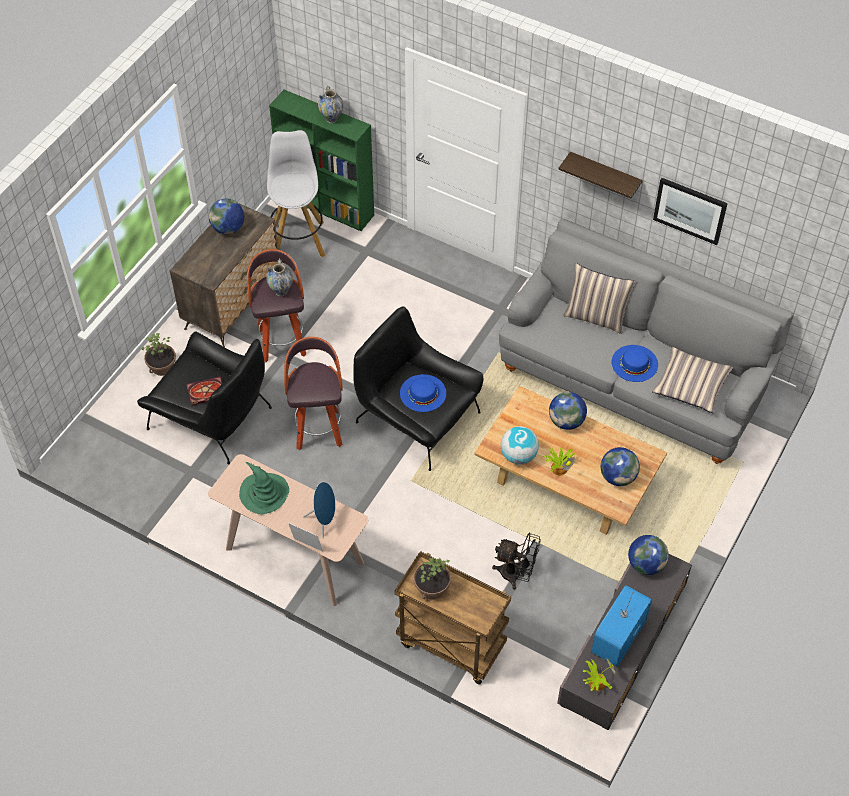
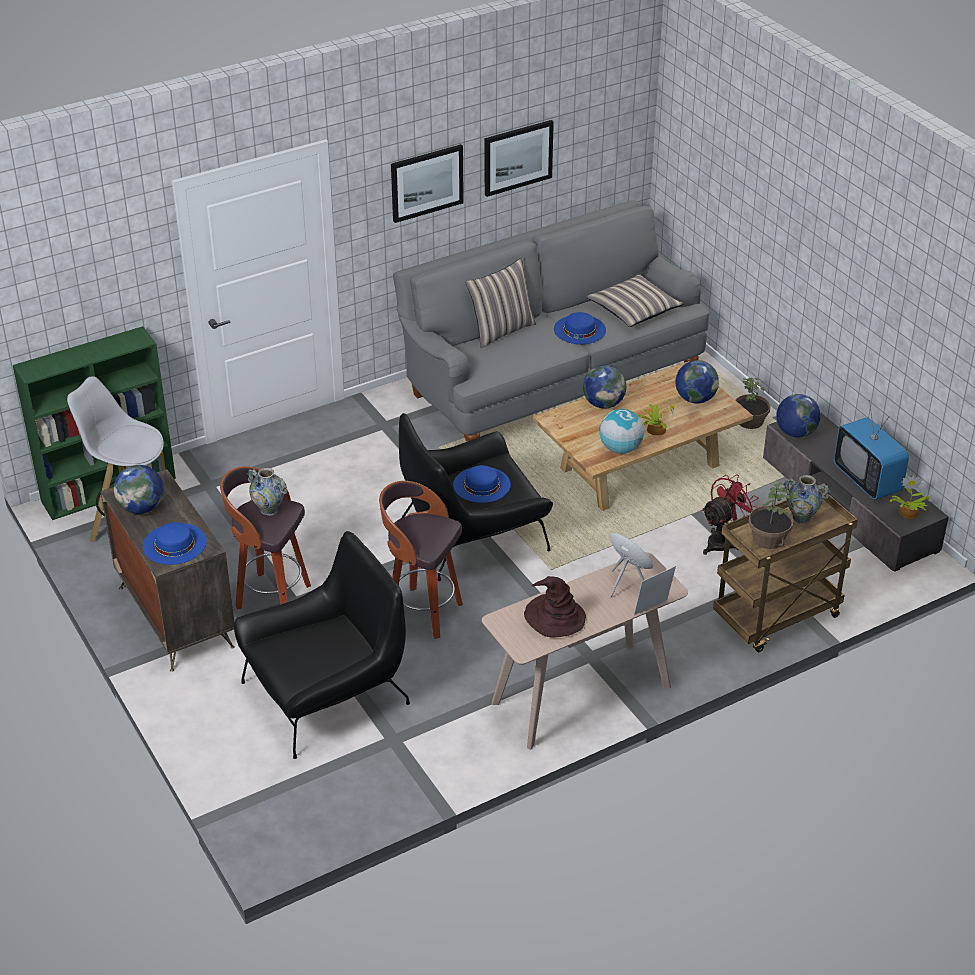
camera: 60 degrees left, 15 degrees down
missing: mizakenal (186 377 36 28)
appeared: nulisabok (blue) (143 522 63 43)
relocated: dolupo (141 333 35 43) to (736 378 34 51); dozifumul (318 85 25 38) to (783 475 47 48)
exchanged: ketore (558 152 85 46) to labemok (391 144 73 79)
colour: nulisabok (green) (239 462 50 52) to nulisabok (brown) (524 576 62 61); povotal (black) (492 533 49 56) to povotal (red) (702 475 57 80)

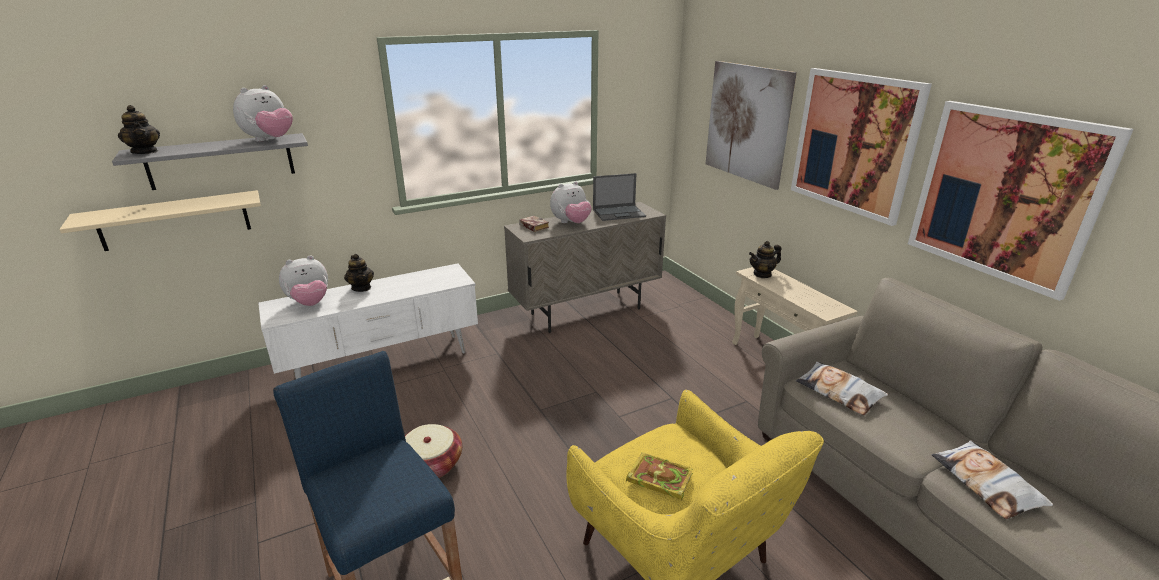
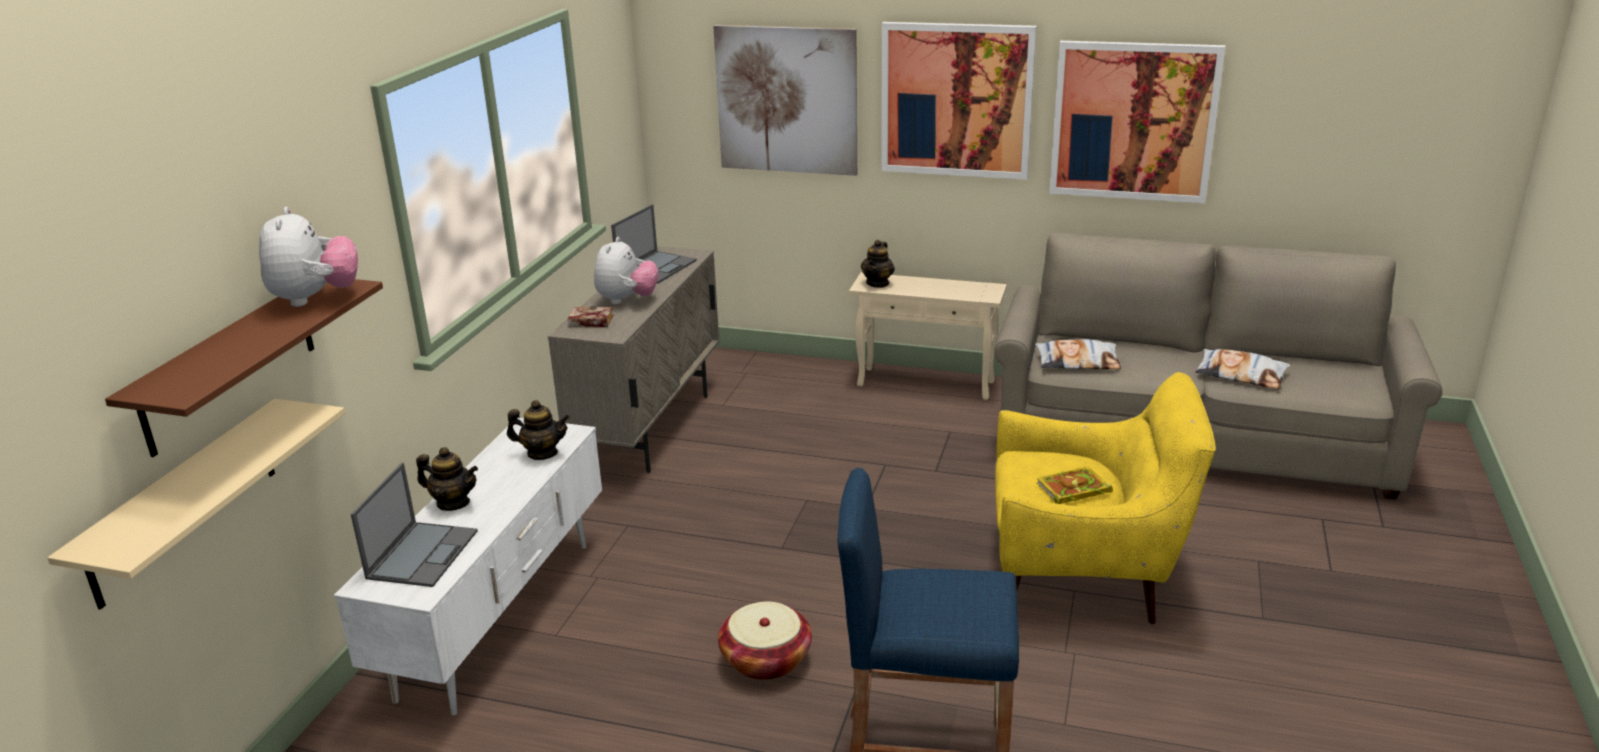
camera: 45 degrees left, 0 degrees up
relocated: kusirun (118 105 42 49) to (507 400 63 60)
exchanged: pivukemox (279 255 49 51) to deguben (351 463 127 124)
colour: ketore (grey) (112 133 196 57) to ketore (brown) (105 279 278 178)

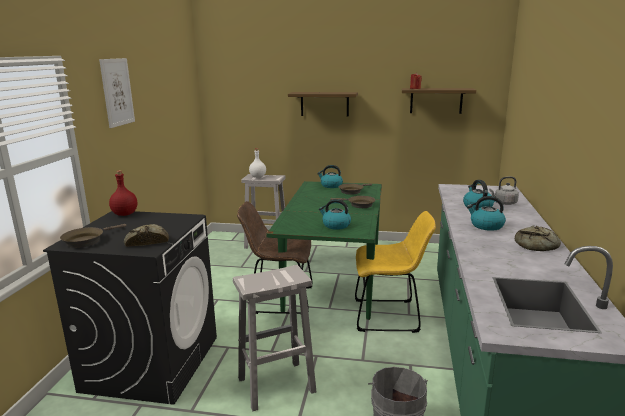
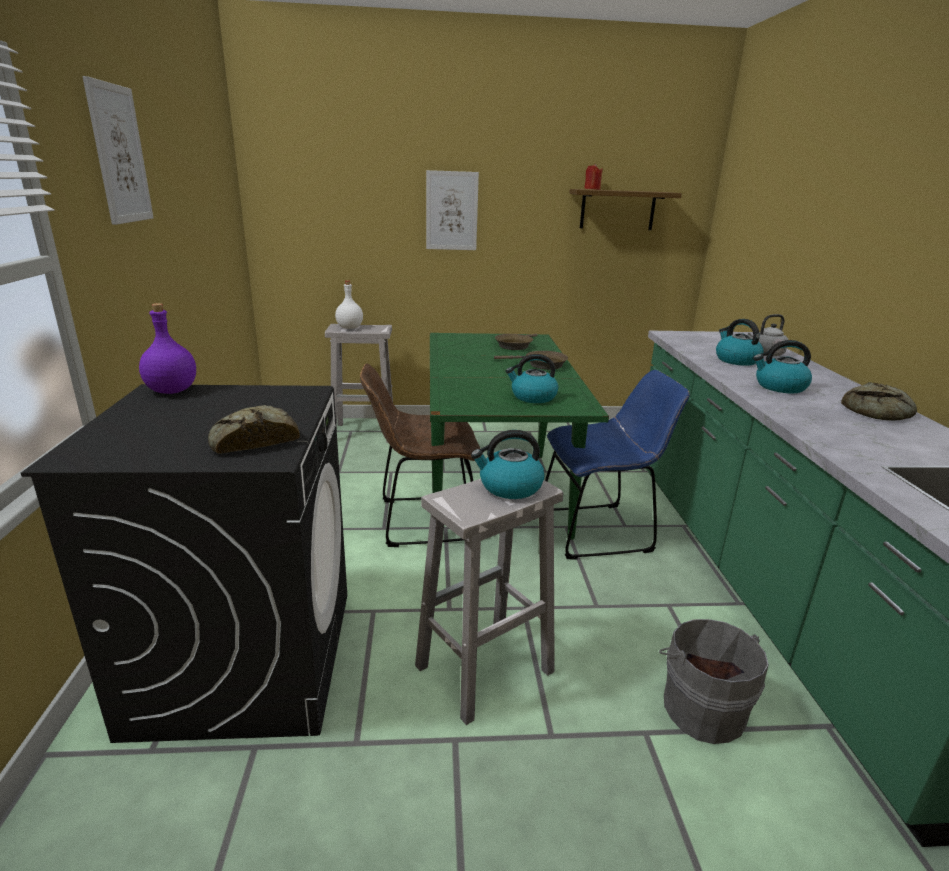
camera: 15 degrees left, 5 degrees up
missing: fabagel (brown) (60 224 66 24)
relocated: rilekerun (317 165 26 23) to (471 430 74 69)
exchanged: ketore (288 92 70 25) to labemok (426 170 53 80)
colour: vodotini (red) (109 170 28 46) to vodotini (purple) (139 303 57 91); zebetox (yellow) (355 211 81 122) to zebetox (blue) (545 370 145 189)

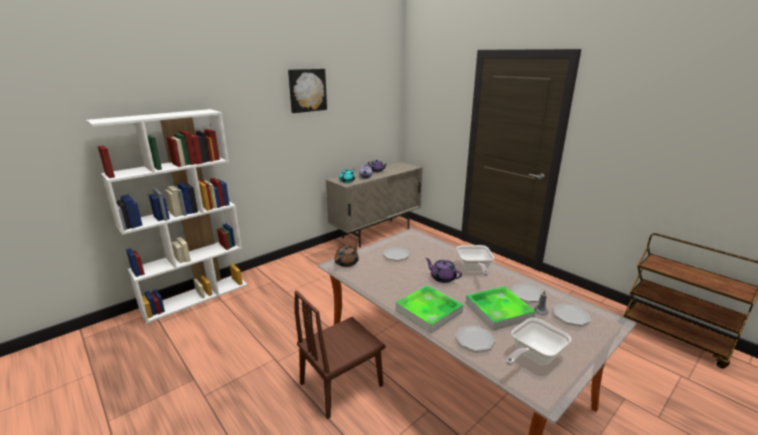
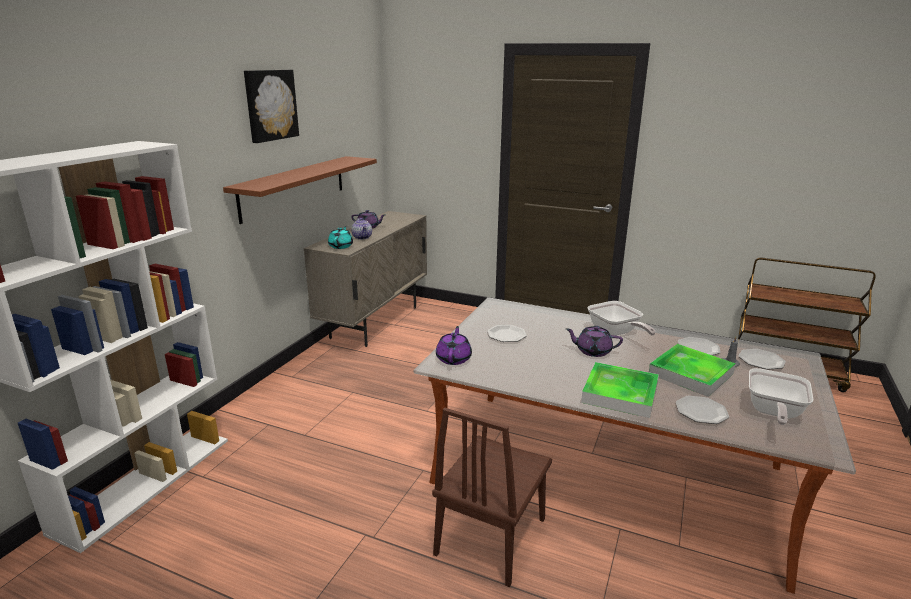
camera: 25 degrees left, 0 degrees up
appeared: ketore (brown) (223 156 154 68)
colour: kusirun (brown) (335 242 24 25) to kusirun (purple) (436 326 36 39)

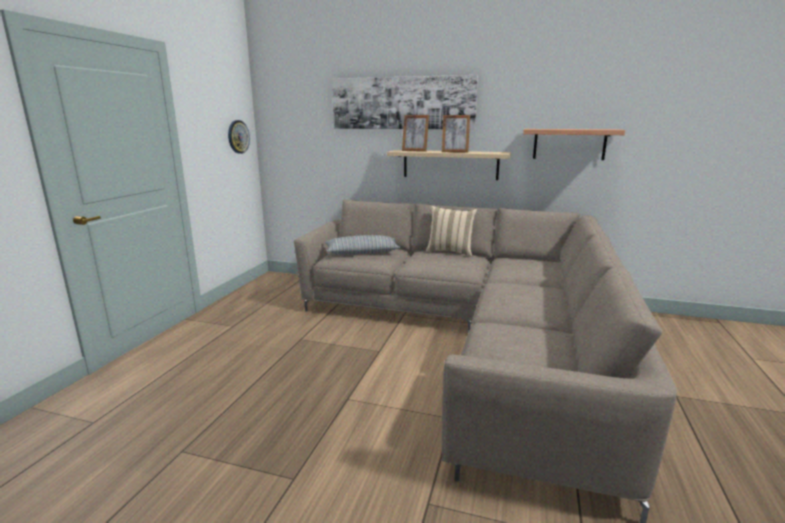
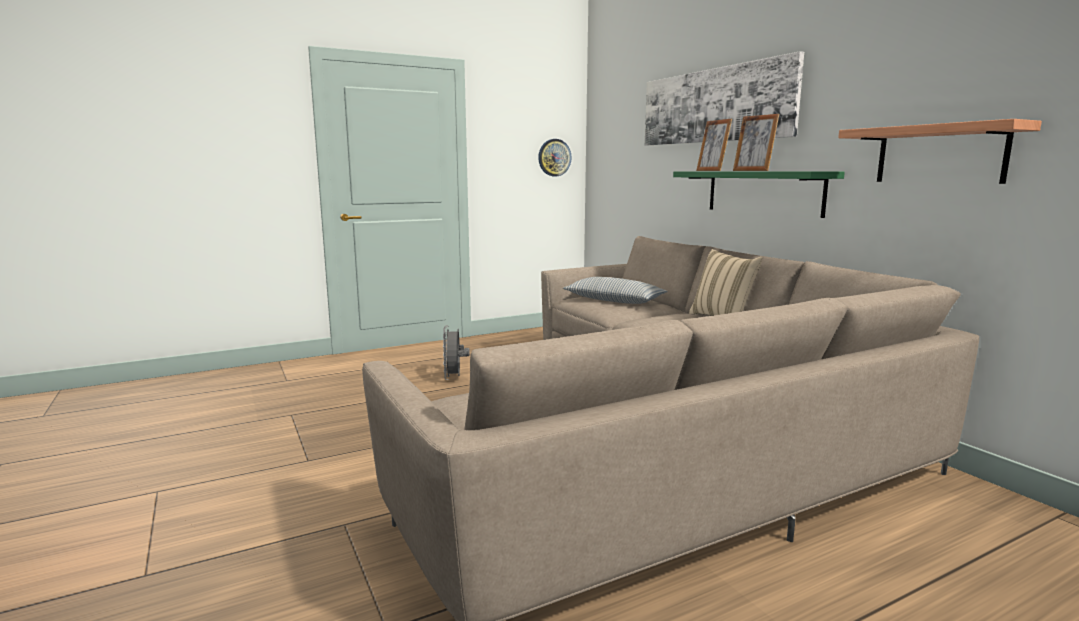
camera: 45 degrees right, 5 degrees down
appeared: povotal (grey) (443 325 27 55)
colour: ketore (beige) (387 150 124 30) to ketore (green) (673 171 172 47)

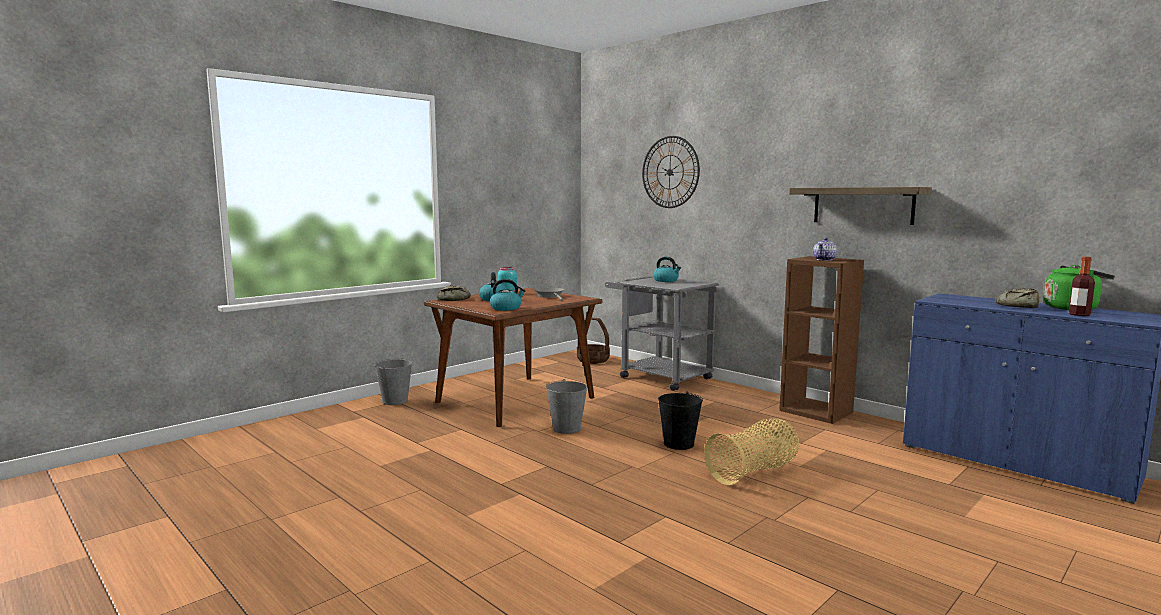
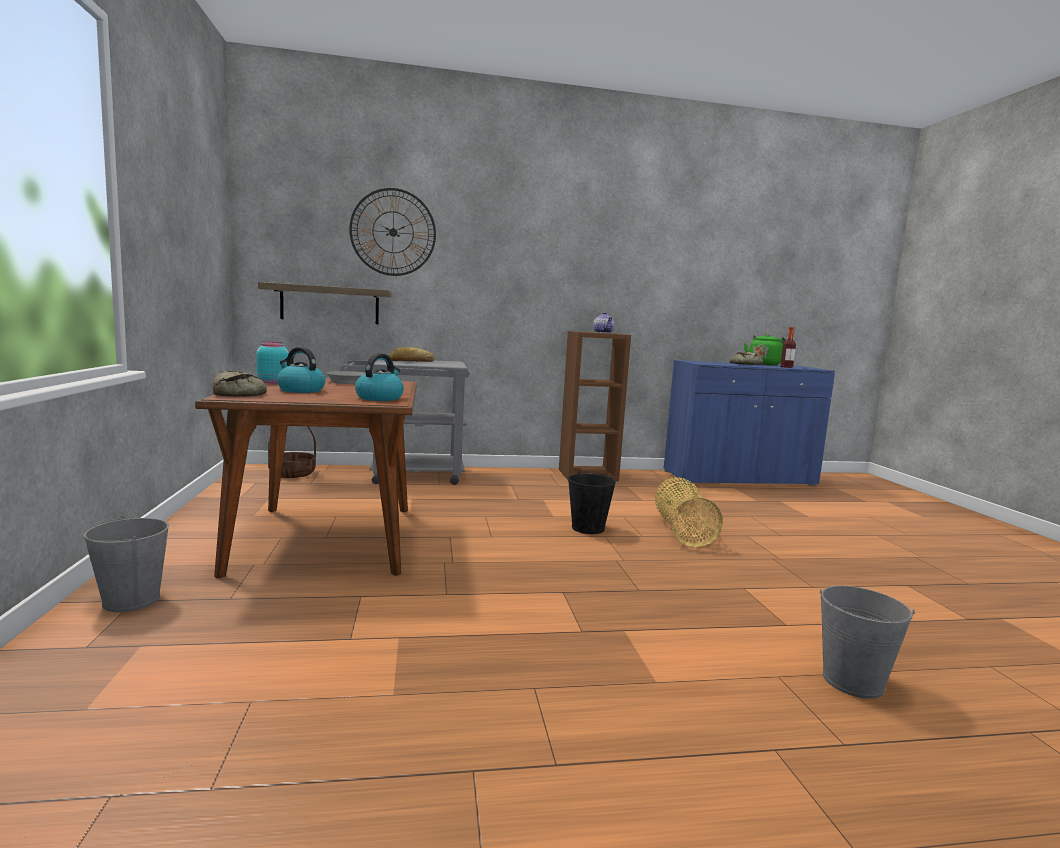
camera: 55 degrees left, 0 degrees up
relocated: ketore (789 187 143 38) to (258 282 134 42); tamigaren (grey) (546 379 41 55) to (820 586 95 113)
exchanged: rilekerun (653 257 28 25) to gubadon (389 347 45 15)

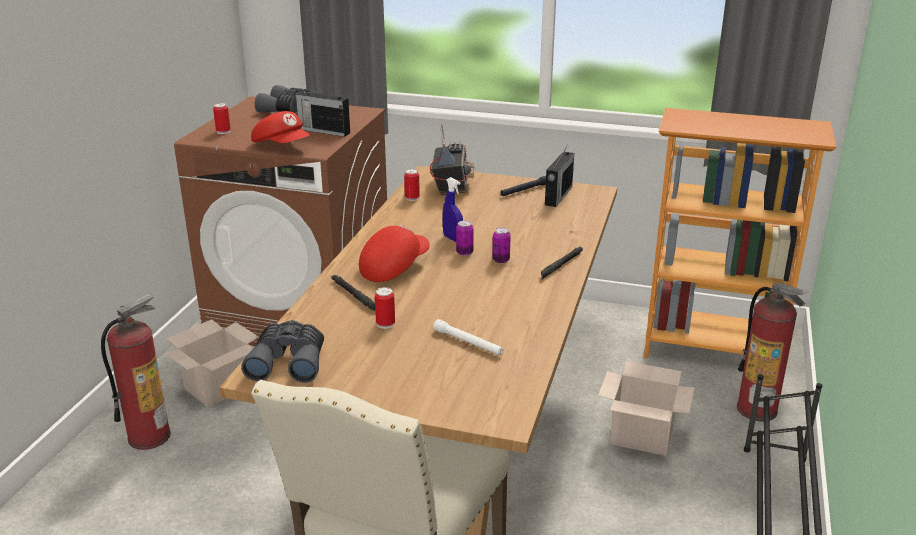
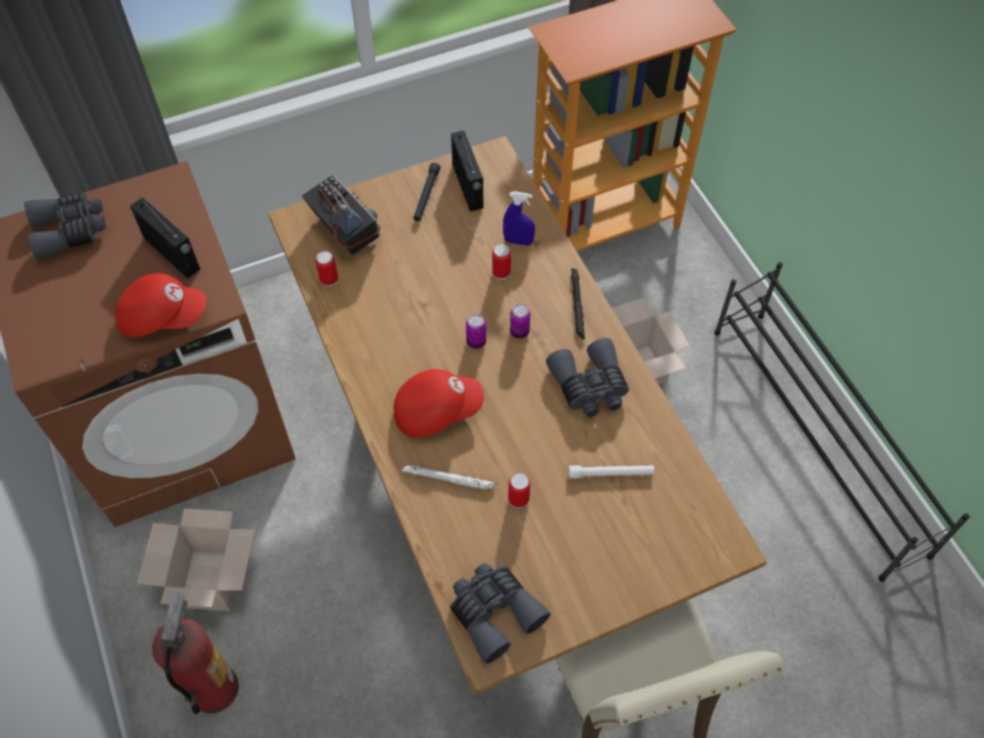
camera: 40 degrees left, 30 degrees up
missing: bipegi (737 282 71 139)
appeared: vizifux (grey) (546 338 83 79)
relocated: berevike (213 103 18 31) to (492 244 19 36); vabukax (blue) (443 177 20 65) to (503 191 32 55)
colour: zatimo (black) (331 275 44 36) to zatimo (white) (402 465 95 25)
spun: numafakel (296 88 54 49) = (130 196 70 82) 120 degrees counterclockwise; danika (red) (359 225 71 57) = (394 369 90 68) 75 degrees clockwise

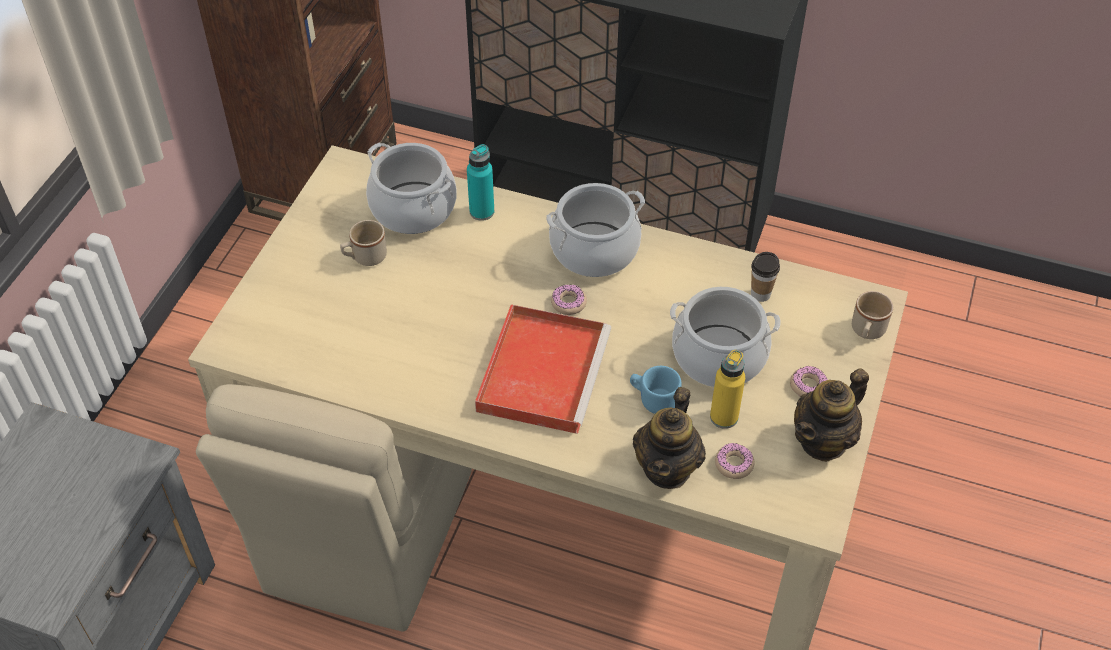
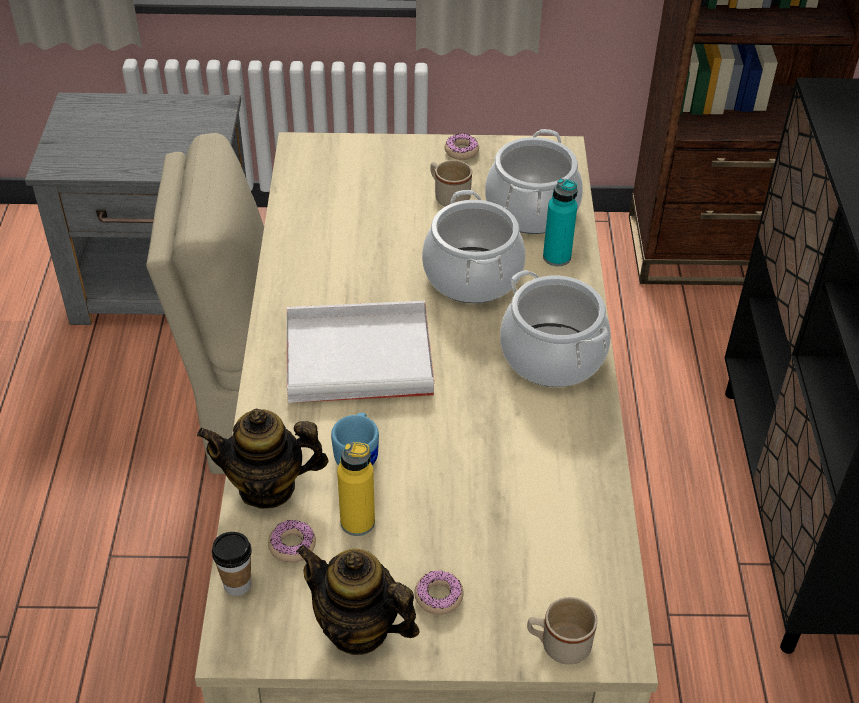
camera: 70 degrees right, 5 degrees down
relocated: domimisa (751 252 29 50) to (212 532 40 64); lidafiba (670 287 111 100) to (422 190 104 113); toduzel (551 284 36 31) to (445 133 34 27)
colour: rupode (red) (475 304 136 130) to rupode (white) (287 301 147 102)

